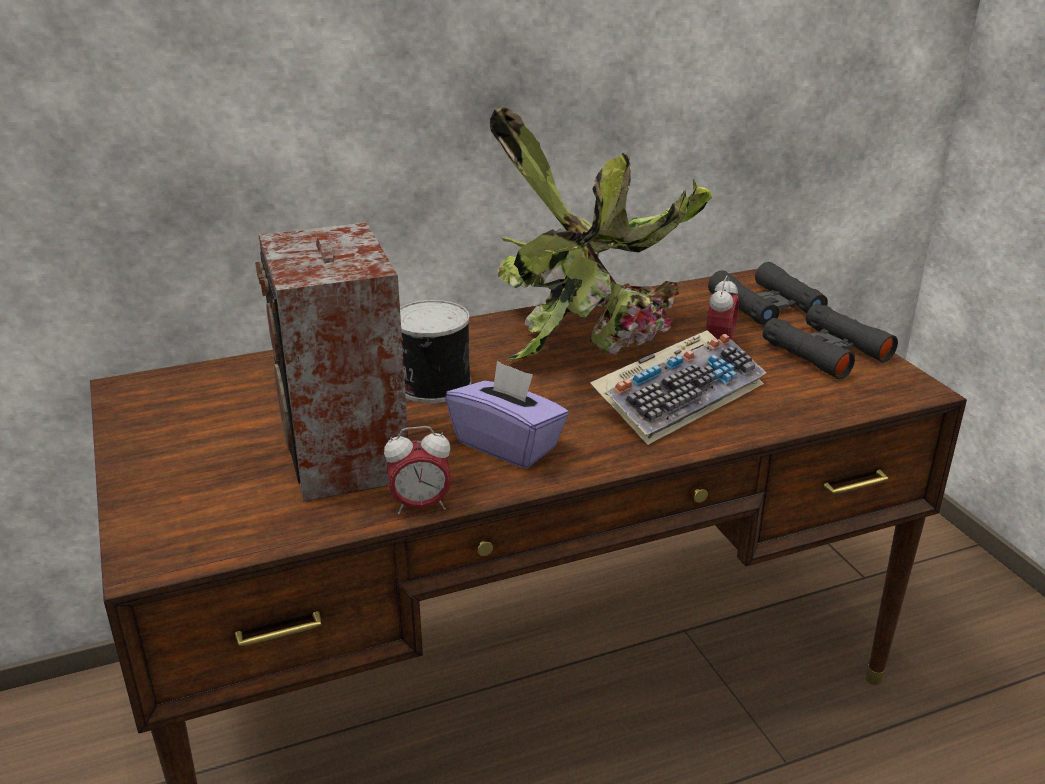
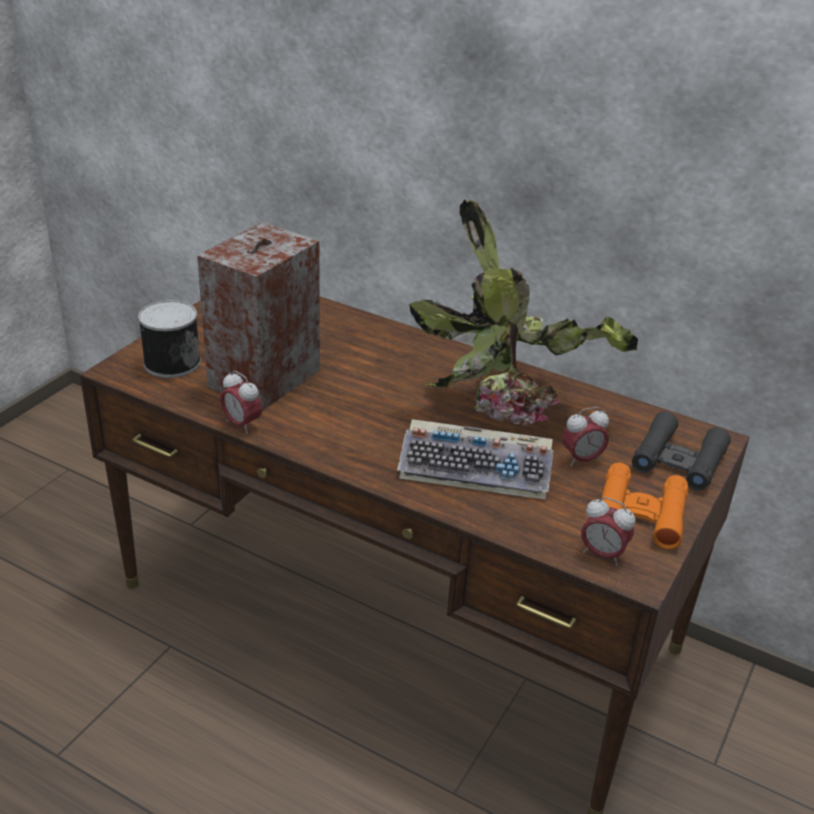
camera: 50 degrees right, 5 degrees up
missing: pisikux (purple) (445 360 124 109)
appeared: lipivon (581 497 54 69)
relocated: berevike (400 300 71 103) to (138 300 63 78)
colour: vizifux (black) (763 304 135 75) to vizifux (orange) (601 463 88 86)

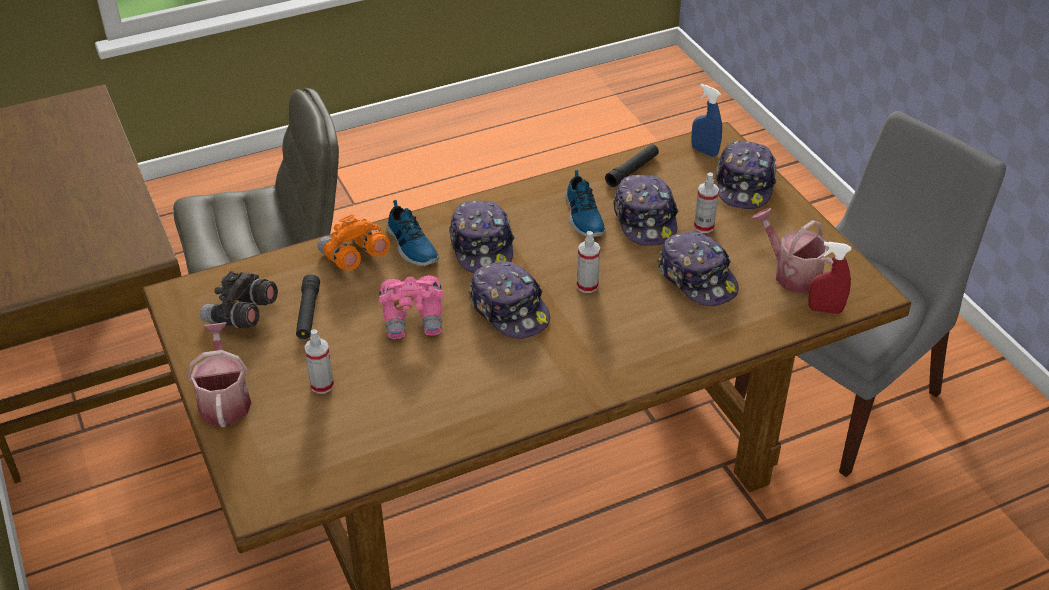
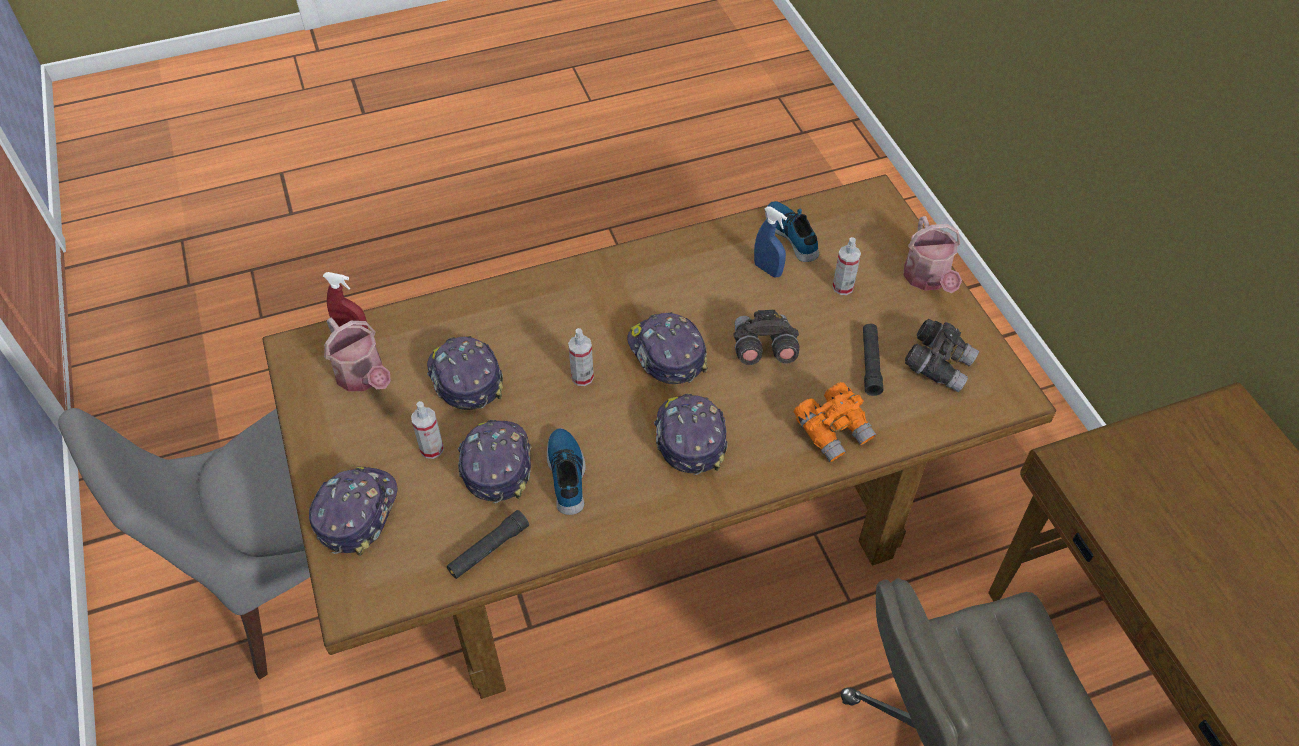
camera: 175 degrees left, 10 degrees up
relocated: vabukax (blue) (692 84 30 73) to (754 206 33 71); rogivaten (387 200 52 66) to (765 201 54 61)
colour: vizifux (pink) (379 275 65 64) to vizifux (grey) (733 310 66 55)

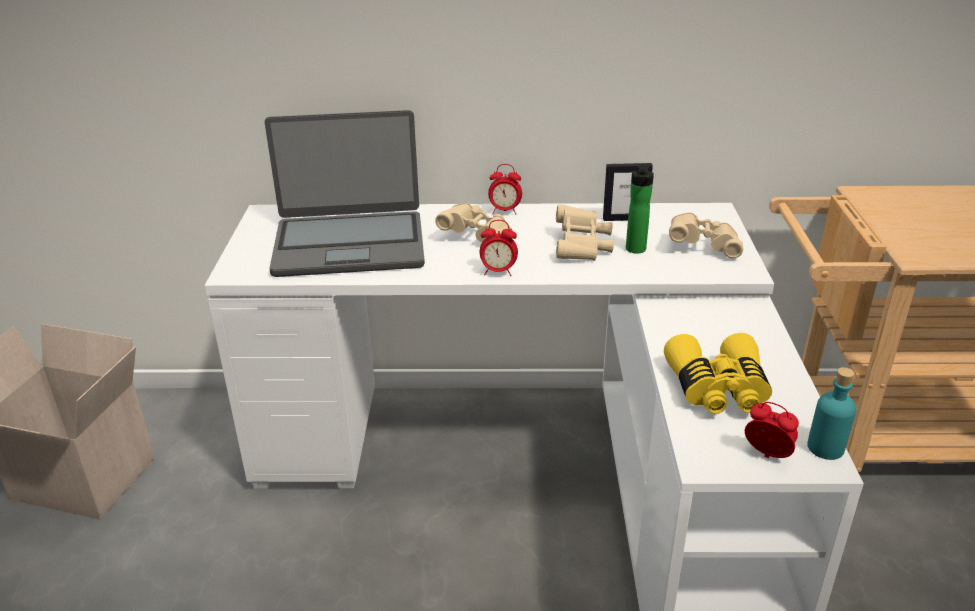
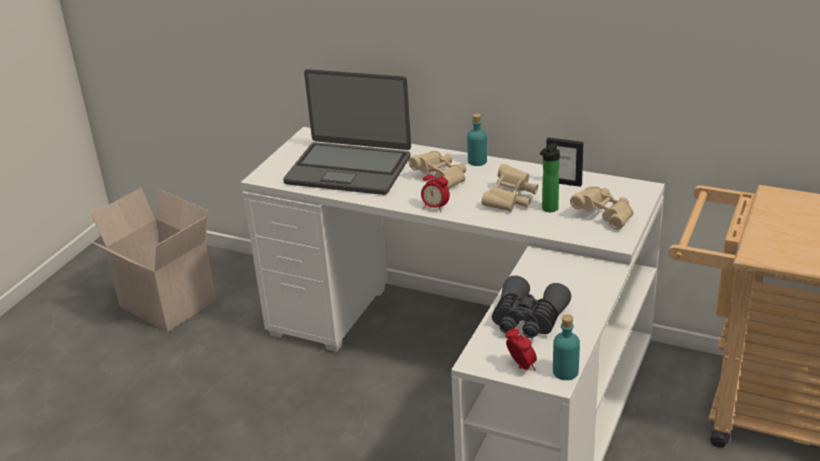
camera: 25 degrees right, 0 degrees up
exchanged: lipivon (488 164 34 51) to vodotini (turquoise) (467 113 20 53)
colour: vizifux (yellow) (664 333 108 81) to vizifux (grey) (492 276 79 62)

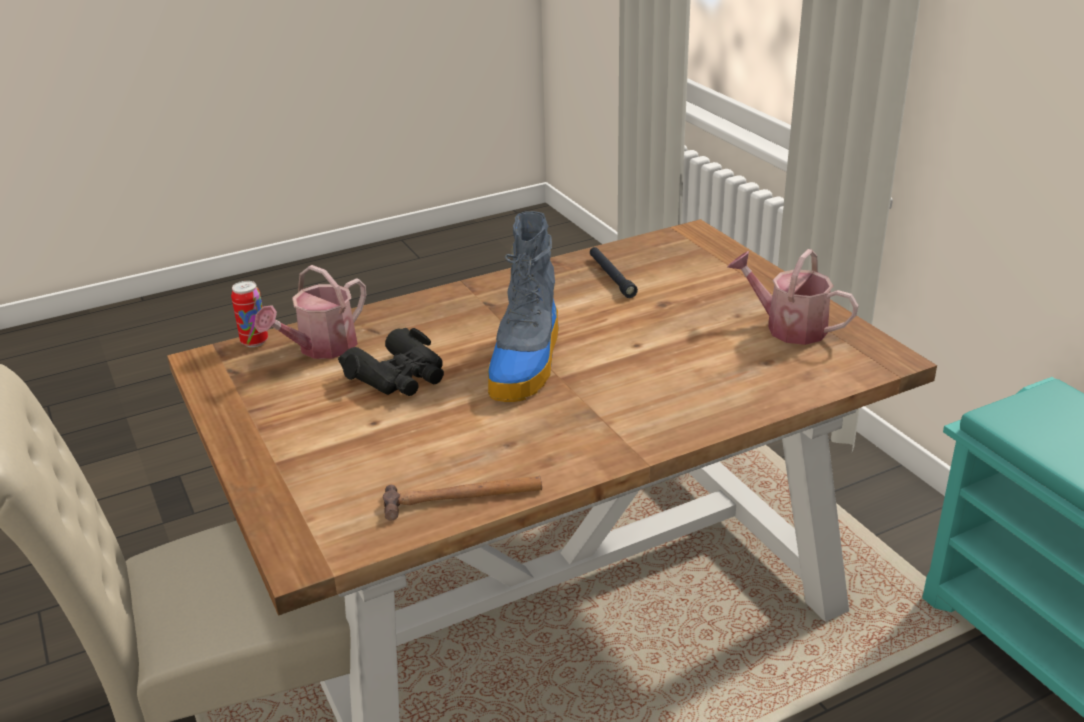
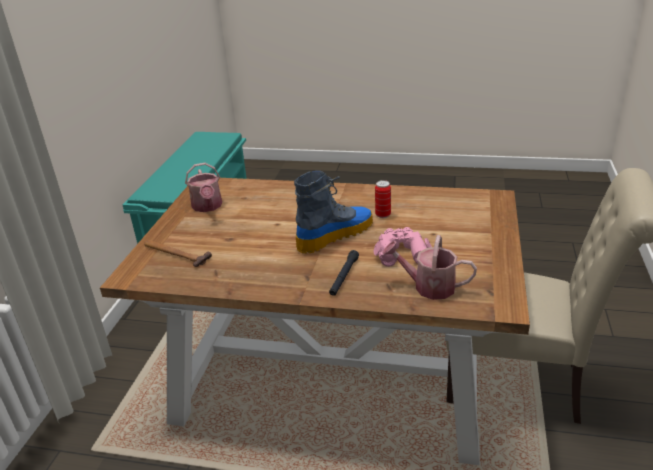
camera: 140 degrees left, 0 degrees up
relocated: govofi (383 476 159 45) to (144 240 68 27); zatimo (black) (590 247 48 51) to (329 250 30 46); berevike (231 281 37 66) to (375 180 16 38)
colour: vizifux (black) (338 328 106 68) to vizifux (pink) (373 227 59 40)
spun: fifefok (254 265 112 94) = (382 235 95 65) 150 degrees counterclockwise

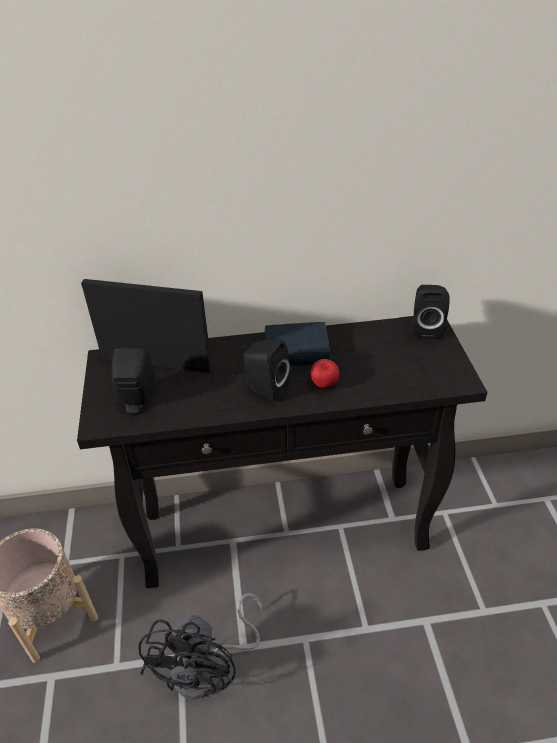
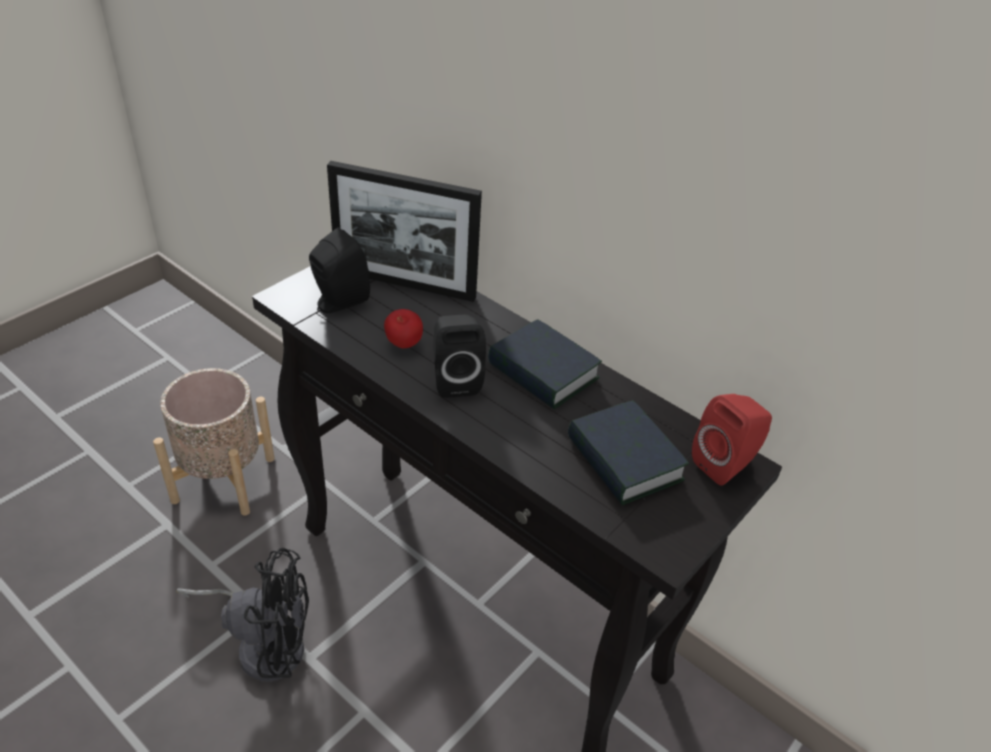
camera: 45 degrees right, 0 degrees up
appeared: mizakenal (568 400 121 105)
relocated: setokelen (310 359 29 29) to (384 309 39 39)
colour: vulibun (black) (413 285 37 54) to vulibun (red) (692 394 80 92)
spun: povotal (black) (138 593 125 106) = (176 548 133 134) 150 degrees counterclockwise; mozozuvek (81 279 131 94) = (327 161 155 141) 135 degrees clockwise

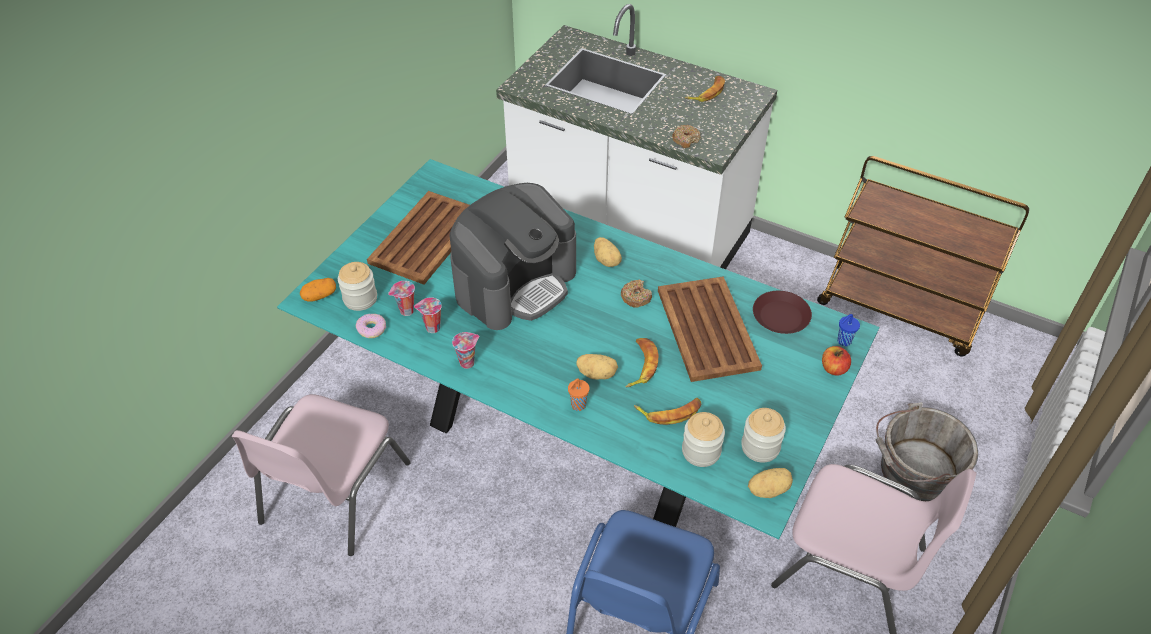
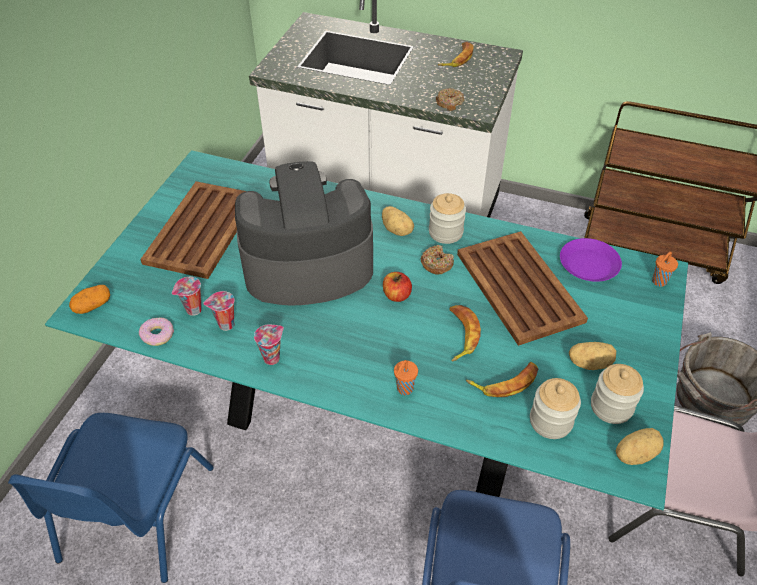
camera: 10 degrees left, 0 degrees up
relocated: setokelen (822 346 29 30) to (383 272 29 30); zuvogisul (338 262 39 49) to (429 193 37 51); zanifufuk (576 354 42 25) to (569 342 47 28)
colour: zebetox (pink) (232 394 179 162) to zebetox (blue) (8 413 206 170); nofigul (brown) (753 291 59 43) to nofigul (purple) (560 238 62 44); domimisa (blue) (837 314 23 32) to domimisa (orange) (652 252 26 35)
spun: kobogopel (449 183 127 147) = (235 161 138 145) 135 degrees counterclockwise

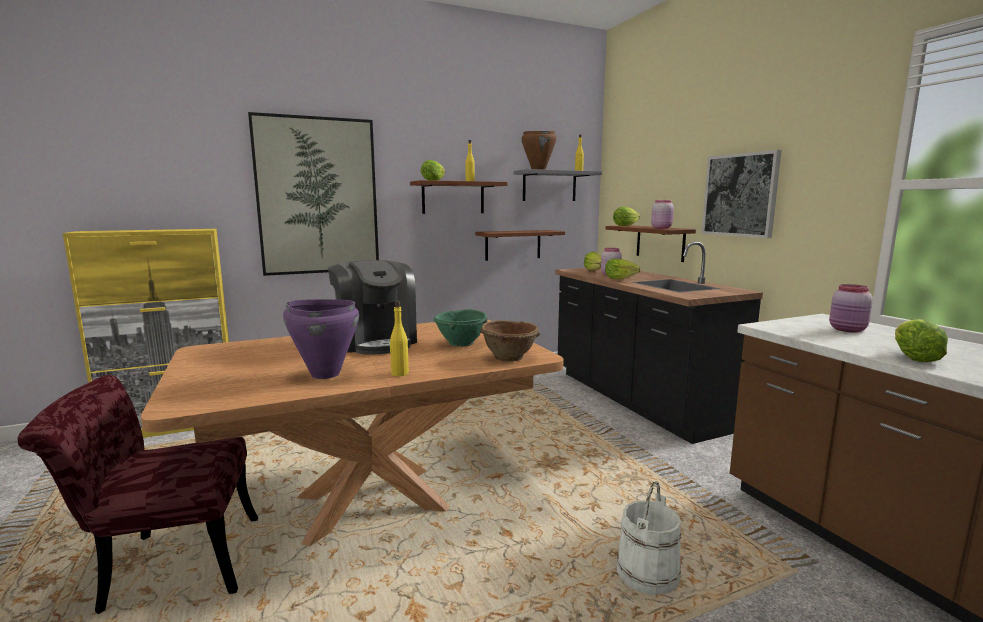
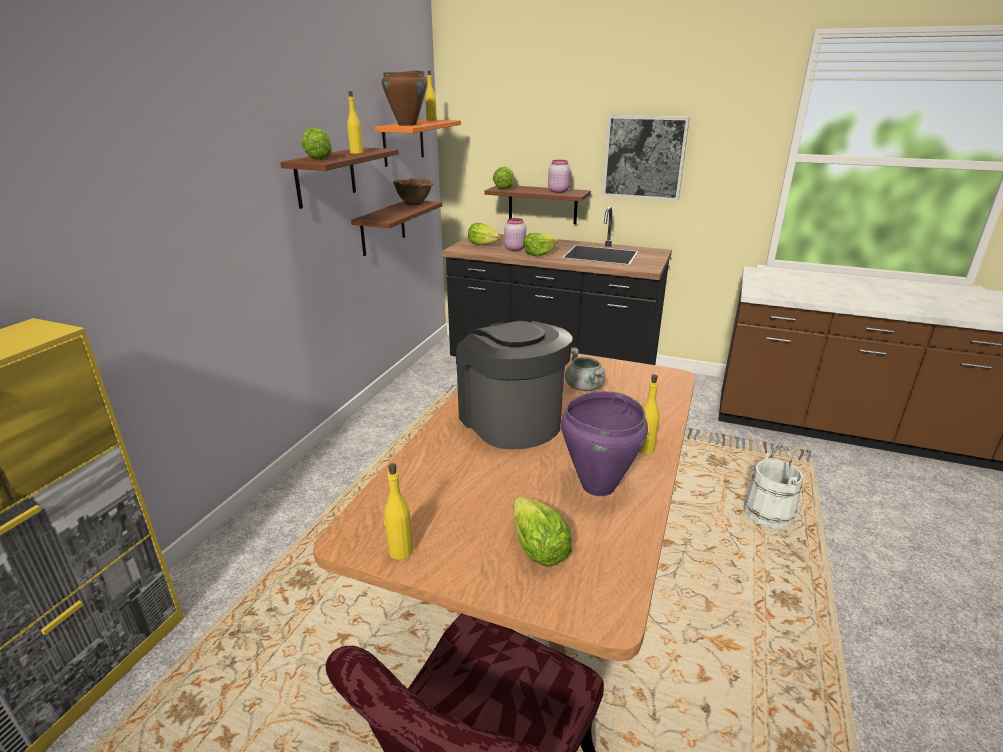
camera: 45 degrees left, 15 degrees up
missing: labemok (248 112 131 164); zuvogisul (pink) (829 284 44 48)
appeared: vodotini (yellow) (384 463 29 97)
relocated: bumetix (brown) (480 320 60 42) to (393 178 40 27); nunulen (895 319 53 43) to (513 497 59 70)
exchanged: bumetix (green) (434 309 54 38) to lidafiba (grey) (565 347 41 44)
colour: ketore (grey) (513 169 89 32) to ketore (orange) (374 120 87 47)
spun: kobogopel (328 260 89 95) = (456 321 117 128) 135 degrees counterclockwise

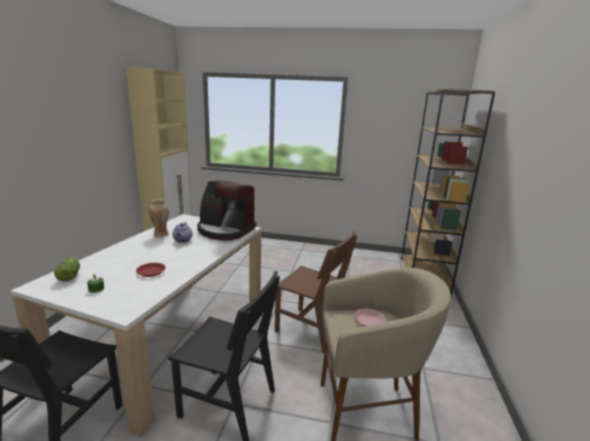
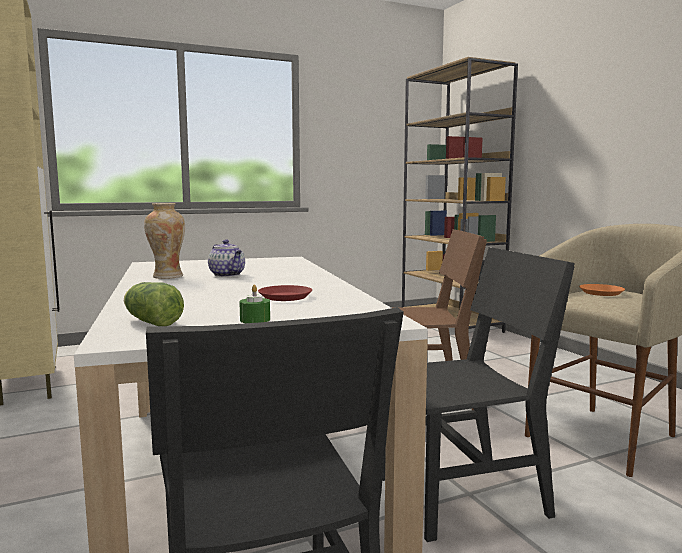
camera: 35 degrees left, 10 degrees down
missing: kobogopel (197 180 59 60)
colour: nofigul (pink) (354 308 31 18) to nofigul (orange) (579 284 46 12)

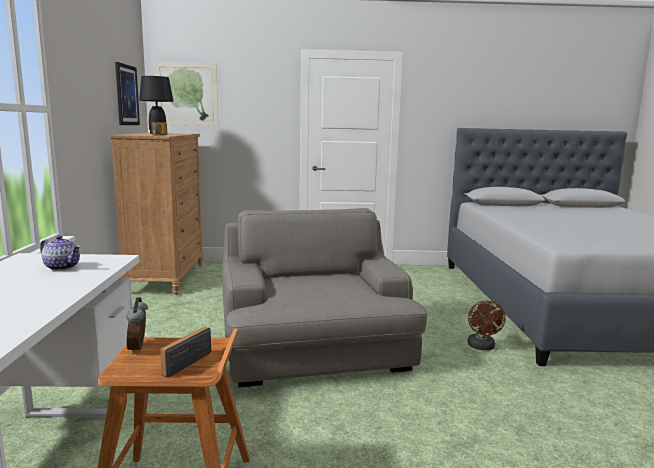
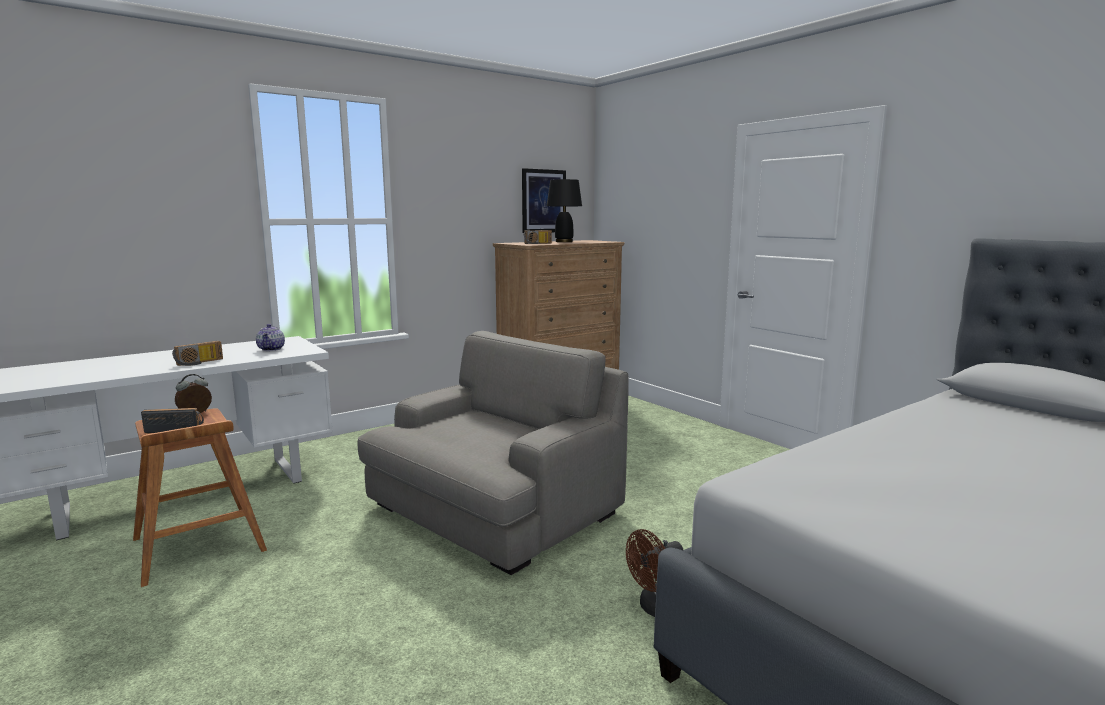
camera: 55 degrees right, 0 degrees up
missing: labemok (155 62 63 64)
appeared: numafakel (172 341 51 25)

